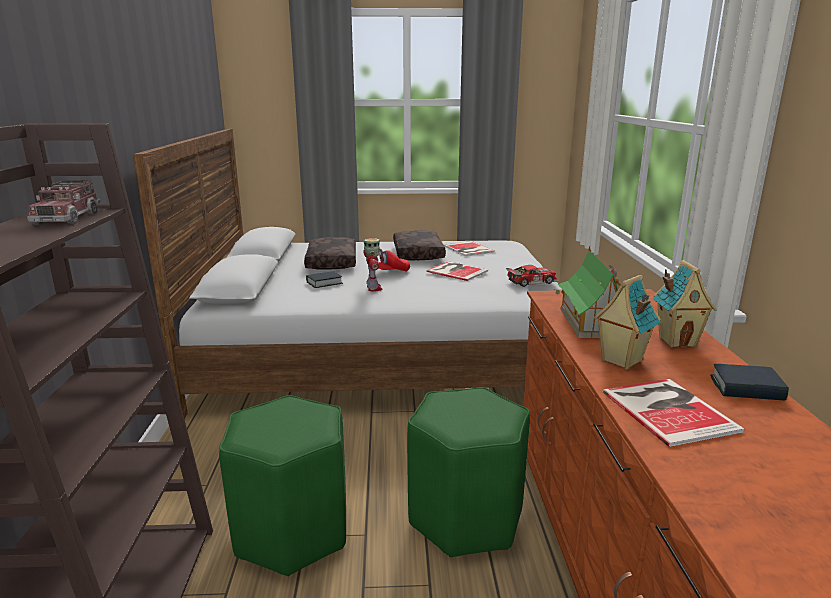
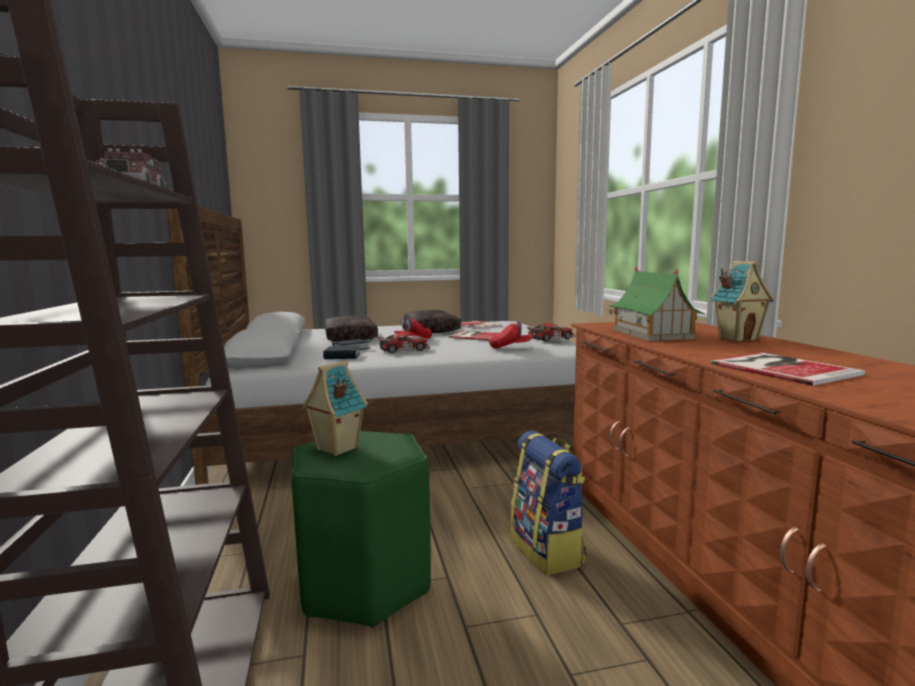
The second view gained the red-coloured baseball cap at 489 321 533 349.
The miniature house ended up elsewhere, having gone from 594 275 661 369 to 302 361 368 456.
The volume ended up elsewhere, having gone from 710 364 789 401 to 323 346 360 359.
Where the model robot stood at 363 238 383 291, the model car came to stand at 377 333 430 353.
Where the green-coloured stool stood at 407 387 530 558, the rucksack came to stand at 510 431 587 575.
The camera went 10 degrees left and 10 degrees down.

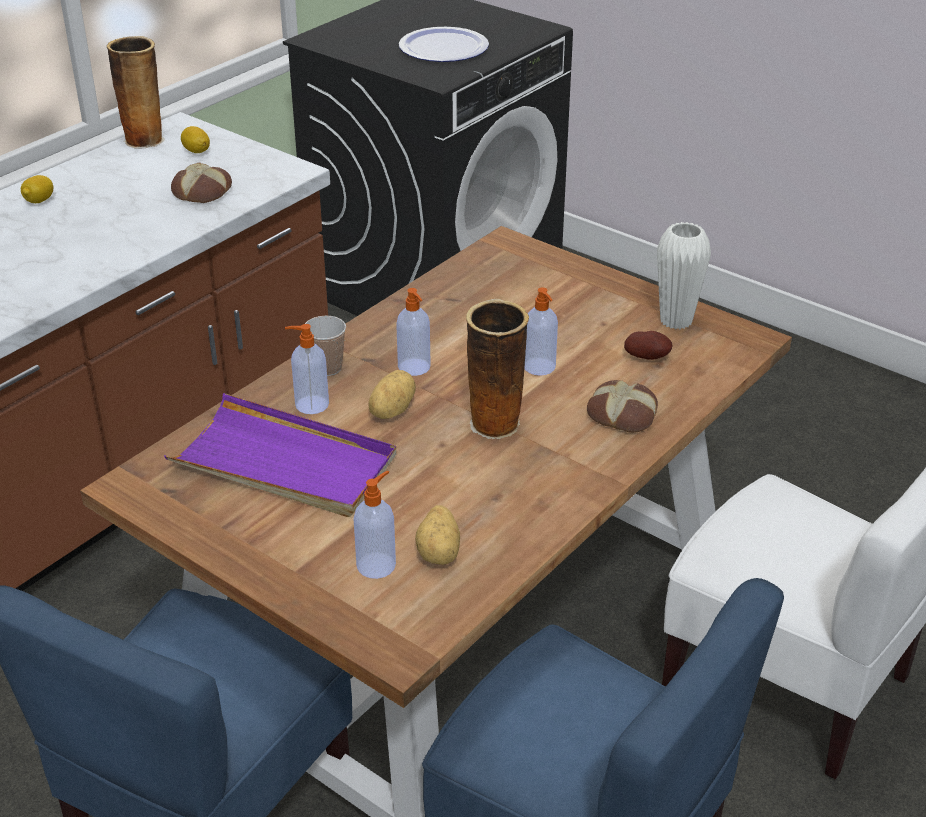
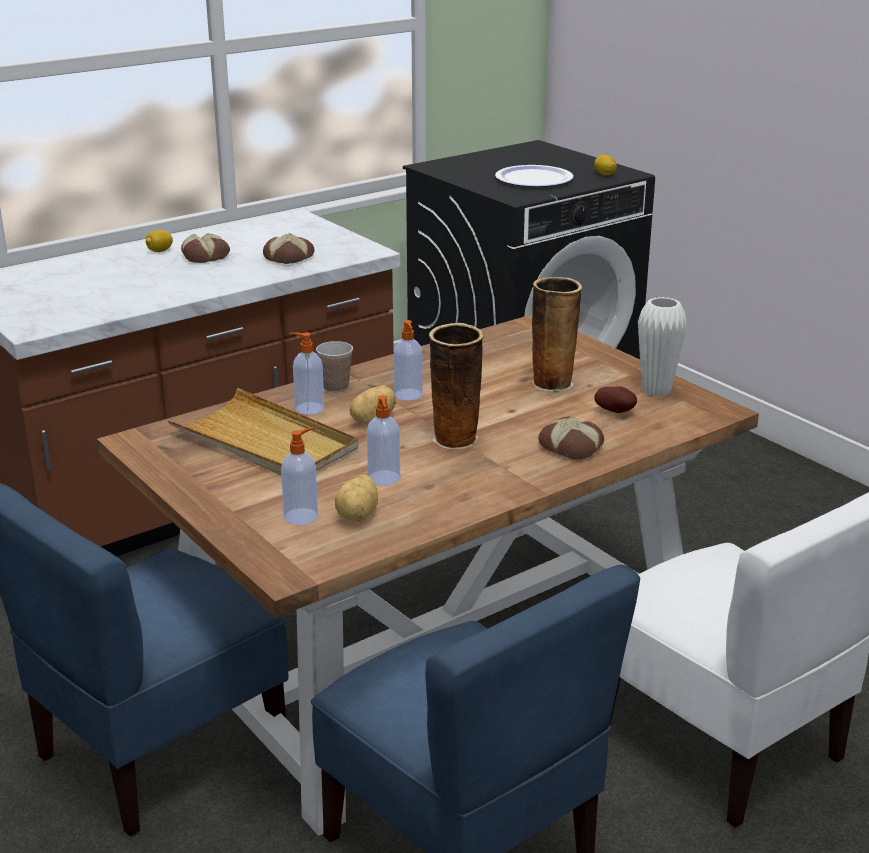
The second view gained the baked bread at 181 234 230 263.
The decorative vase ended up elsewhere, having gone from 107 36 165 149 to 532 277 582 392.
The whole lemon ended up elsewhere, having gone from 181 126 210 153 to 594 155 617 175.
The soap dispenser ended up elsewhere, having gone from 525 287 558 376 to 367 395 400 485.
What was the purplish tray at 164 393 397 517 turned into the sand-coloured tray at 167 388 359 476.
The camera went 15 degrees right and 10 degrees down.

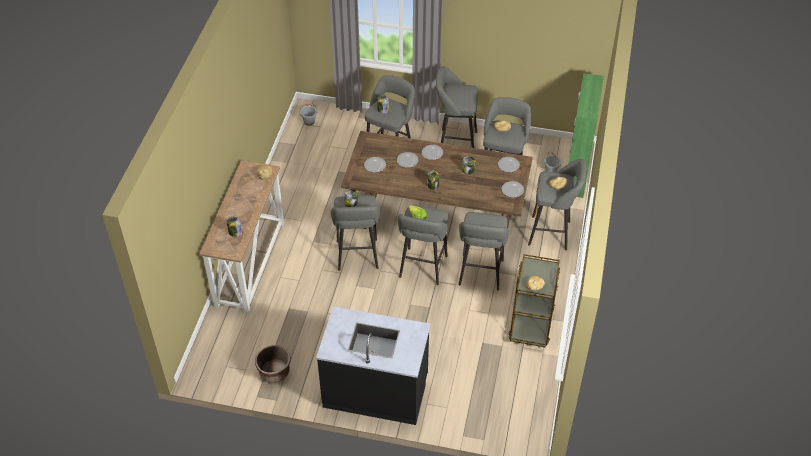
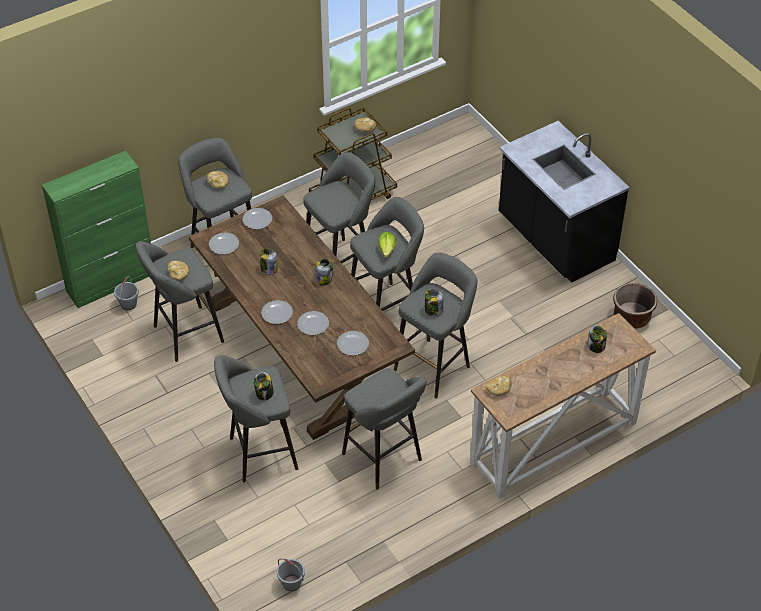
The greyish stool ended up elsewhere, having gone from 436 66 478 148 to 342 368 427 489.
The camera went 135 degrees left and 0 degrees up.

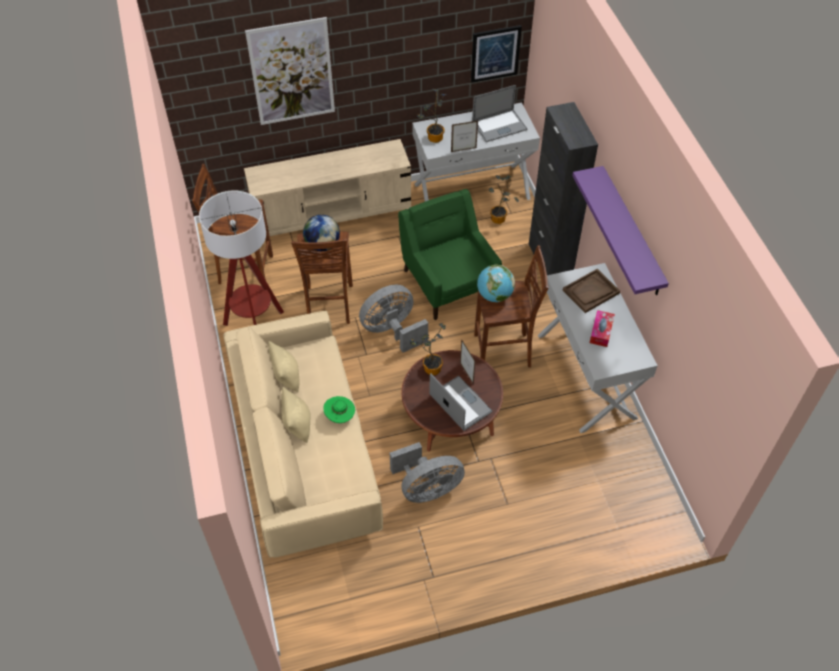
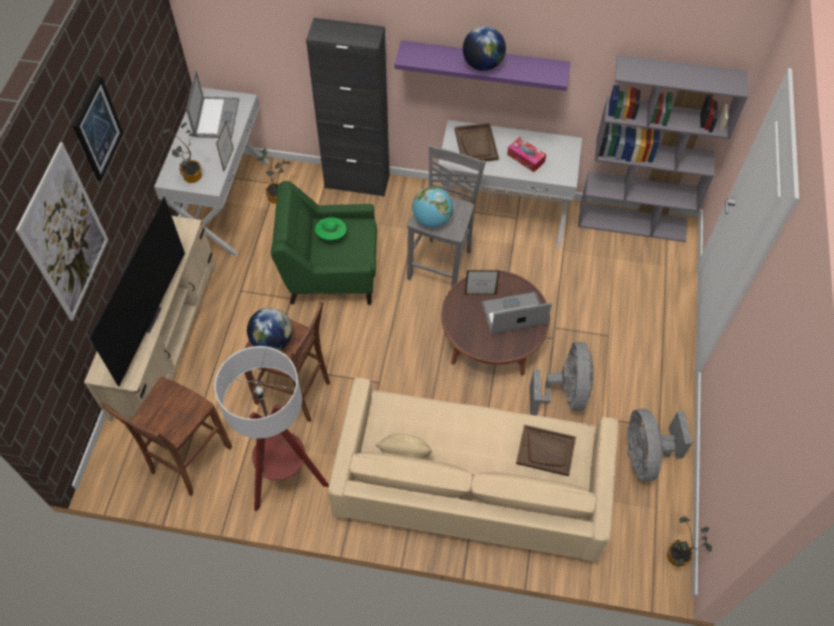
The second view lost the sand-coloured throw pillow at 281 387 310 443.
The second view gained the TV at 89 197 185 386.
The second view gained the desk globe at 463 26 506 71.
The second view gained the brown tray at 516 425 576 476.
The second view gained the greyish shelving unit at 578 55 748 242.
The green-coloured hat ended up elsewhere, having gone from 323 396 355 423 to 315 217 347 241.
The greyish fan ended up elsewhere, having gone from 359 285 428 353 to 627 409 692 481.
The plant in a pot ended up elsewhere, having gone from 410 323 446 375 to 667 516 712 567.
The wall art ended up elsewhere, having gone from 471 25 522 83 to 73 76 123 181.
What was the brown stool at 474 245 549 368 turned into the greyish stool at 407 145 486 288.
The camera went 65 degrees left and 5 degrees up.

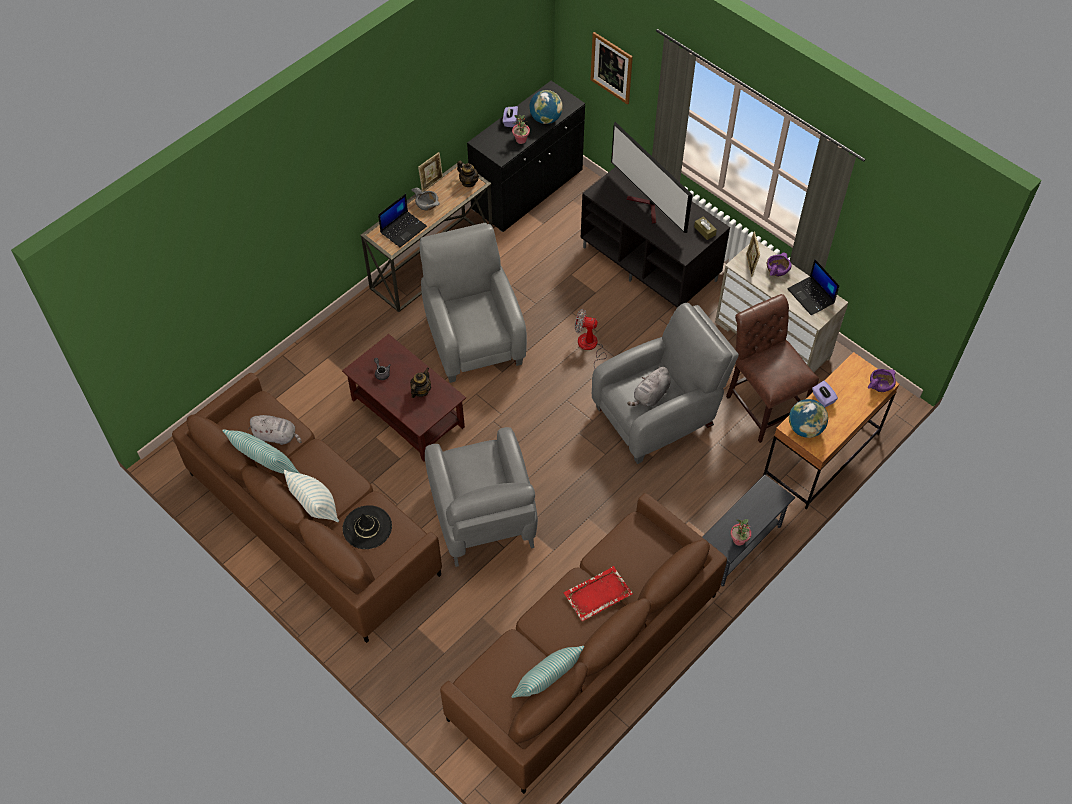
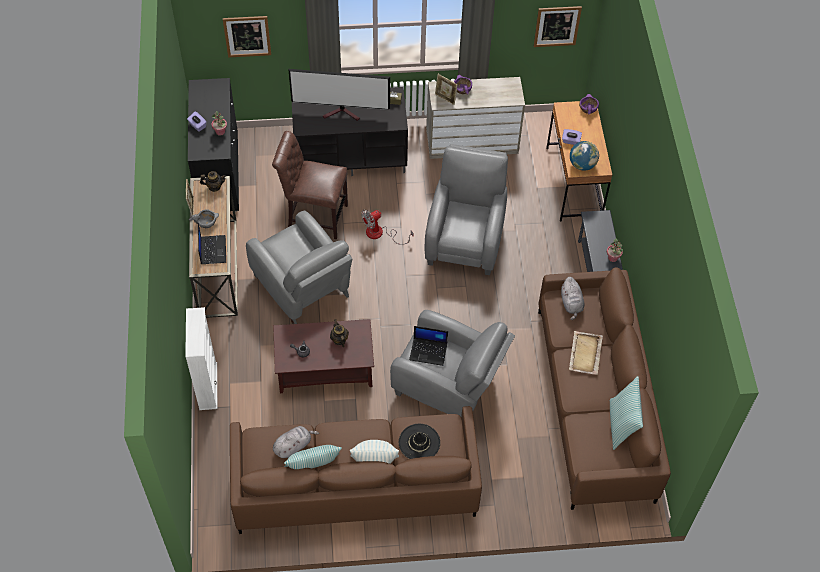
The second view lost the desk globe at 529 90 563 124.
The second view gained the white shelving unit at 185 307 217 410.
The second view gained the wall art at 534 6 582 47.
The greyish cuddly toy ended up elsewhere, having gone from 627 366 670 407 to 561 277 584 320.
The brown plain chair ended up elsewhere, having gone from 726 294 819 443 to 272 131 348 239.
The portable computer ended up elsewhere, having gone from 787 259 840 315 to 409 326 448 366.
What was the red-coloured tray at 564 566 633 621 turned into the sand-coloured tray at 569 331 603 375.
The greyish armchair at 420 223 527 383 ended up facing another way, 150 degrees counterclockwise from before.
The camera went 50 degrees left and 0 degrees up.

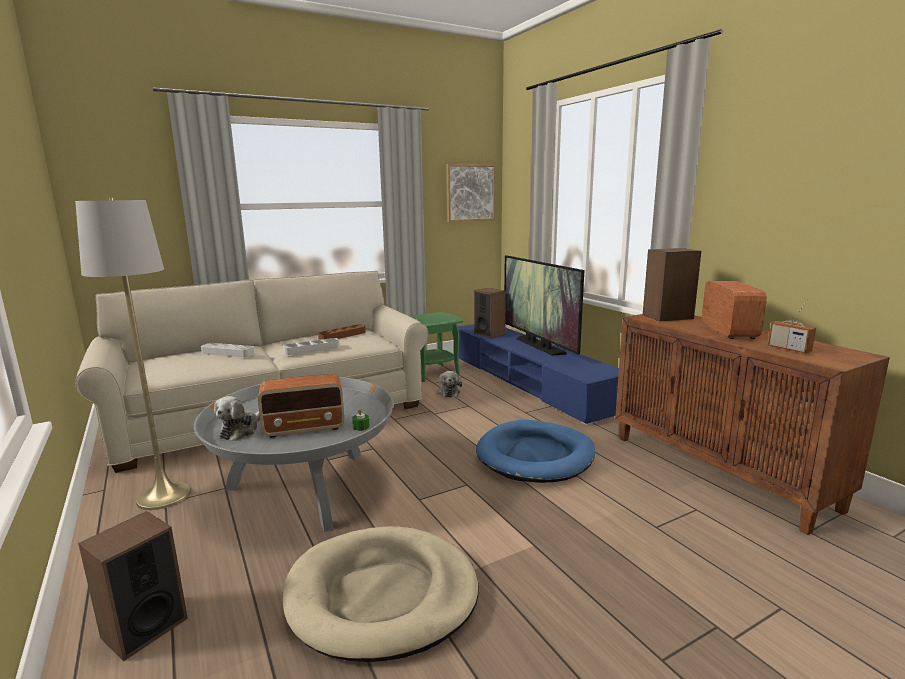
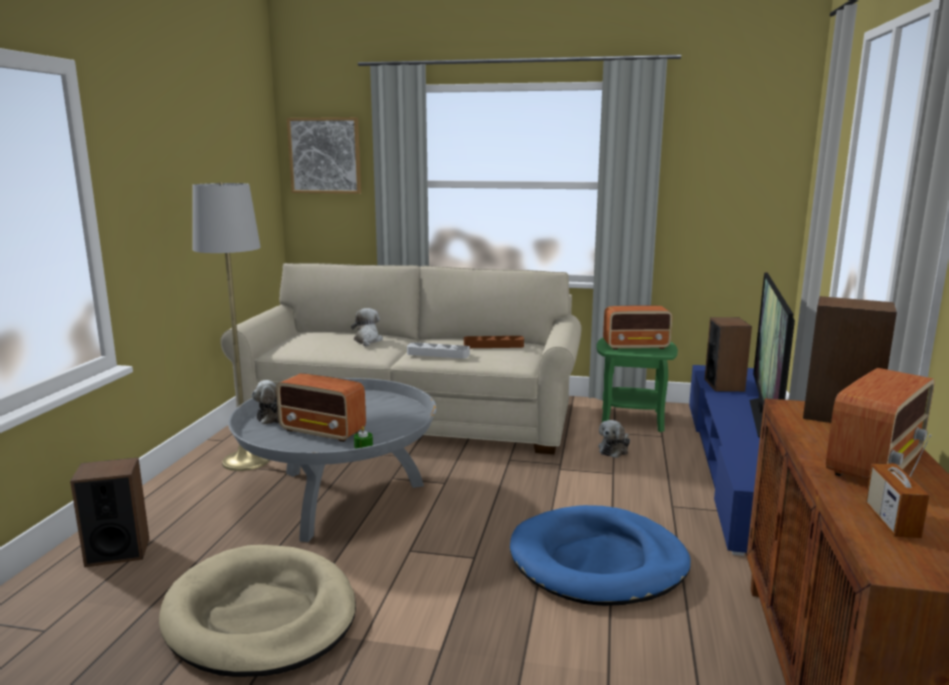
The second view gained the radio set at 603 305 672 350.
The wall art ended up elsewhere, having gone from 446 164 496 222 to 287 117 361 194.
Where the greyish tray stood at 201 343 255 357, the cuddly toy came to stand at 351 308 383 346.
The camera went 40 degrees right and 0 degrees up.

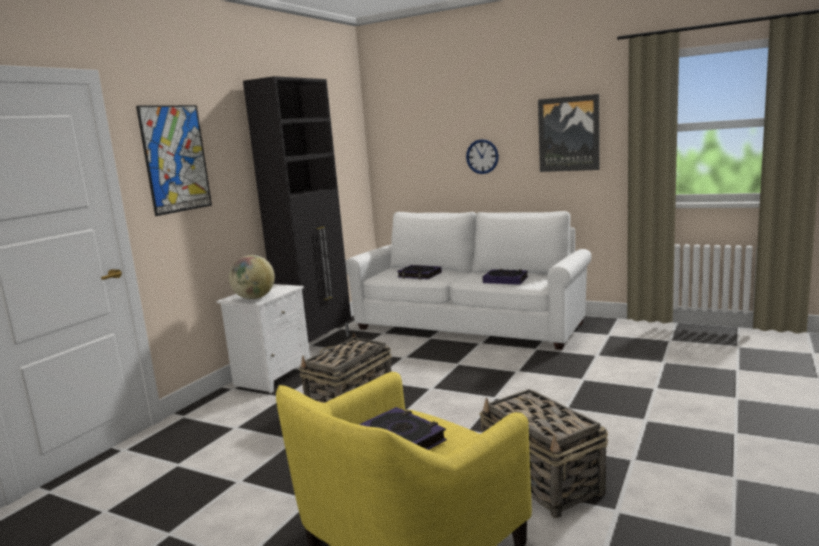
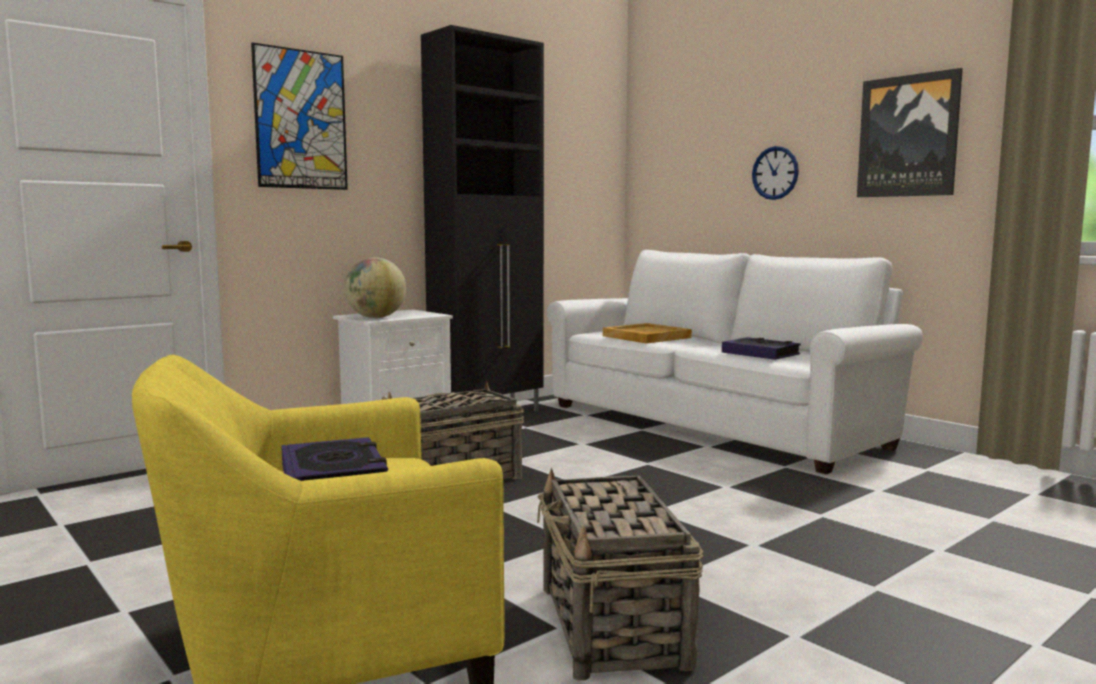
Where the volume stood at 397 265 442 280, the sand-coloured tray came to stand at 603 323 692 344.
The camera went 20 degrees right and 5 degrees down.

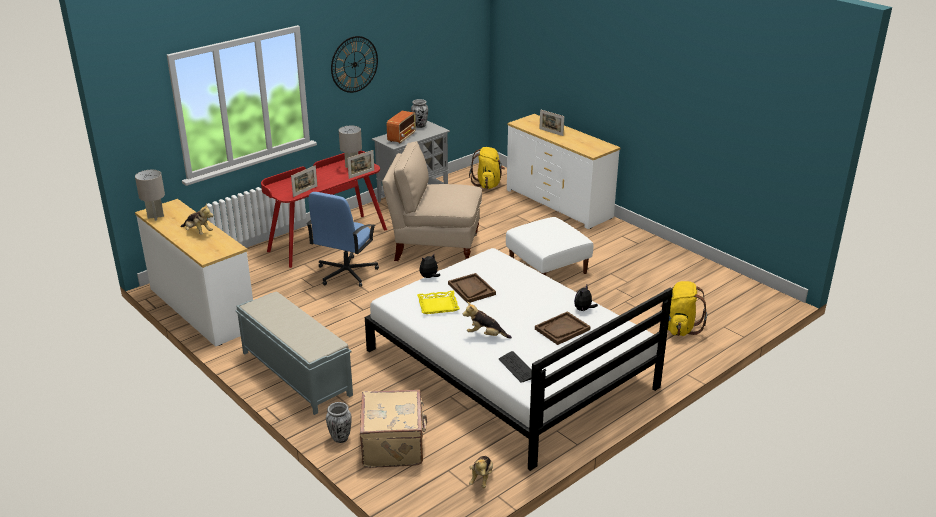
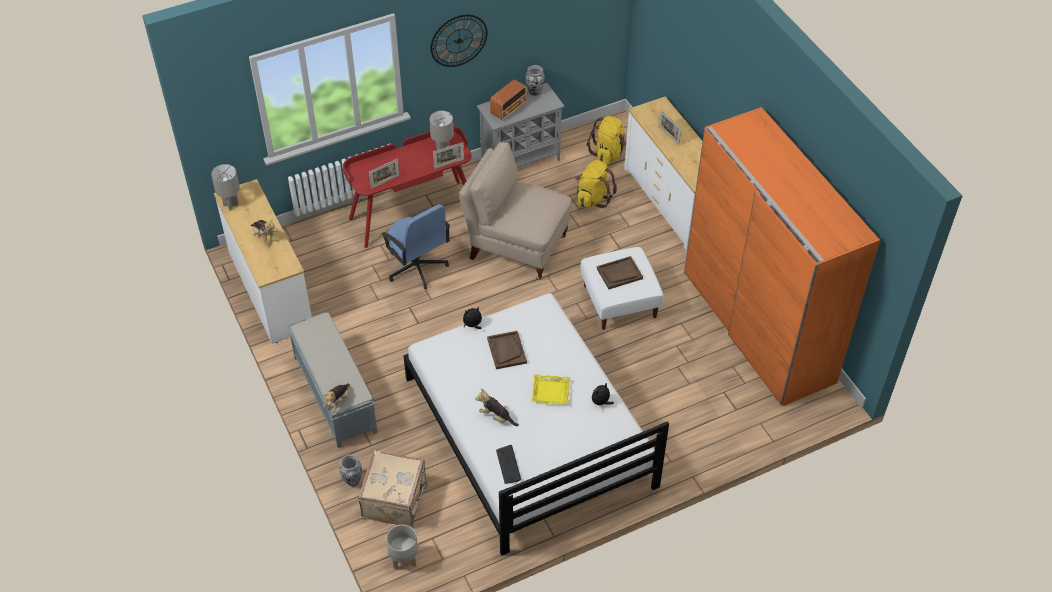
The second view gained the greyish flower pot at 386 525 418 570.
The second view gained the orangey wardrobe at 684 107 880 406.
The yellow tray ended up elsewhere, having gone from 417 291 460 314 to 531 375 570 404.
The cuddly toy ended up elsewhere, having gone from 469 456 493 488 to 323 383 350 413.
The brown tray ended up elsewhere, having gone from 535 311 591 345 to 597 256 643 289.
The yellow rucksack ended up elsewhere, having gone from 661 281 707 336 to 577 160 617 208.
The blue computer chair at 306 192 379 287 ended up facing another way, 75 degrees counterclockwise from before.
The camera went 15 degrees right and 20 degrees up.

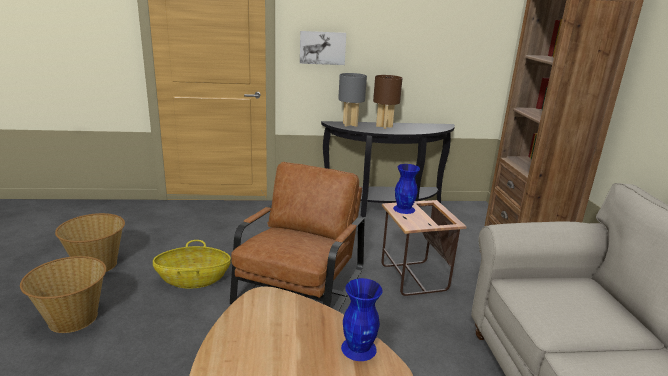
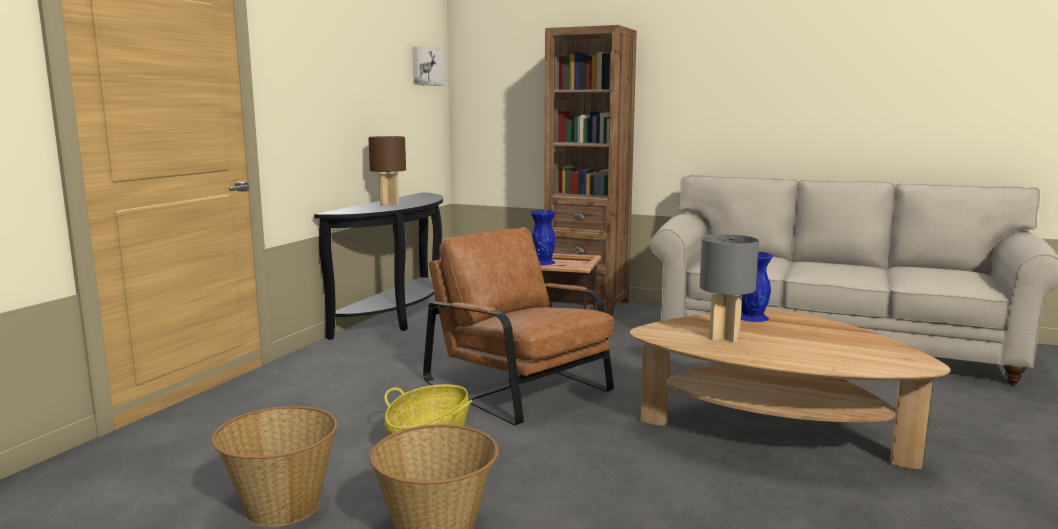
The wall art ended up elsewhere, having gone from 300 31 346 65 to 412 47 445 86.
The greyish tabletop lamp ended up elsewhere, having gone from 338 73 367 127 to 700 234 759 343.
The camera went 60 degrees left and 10 degrees down.

